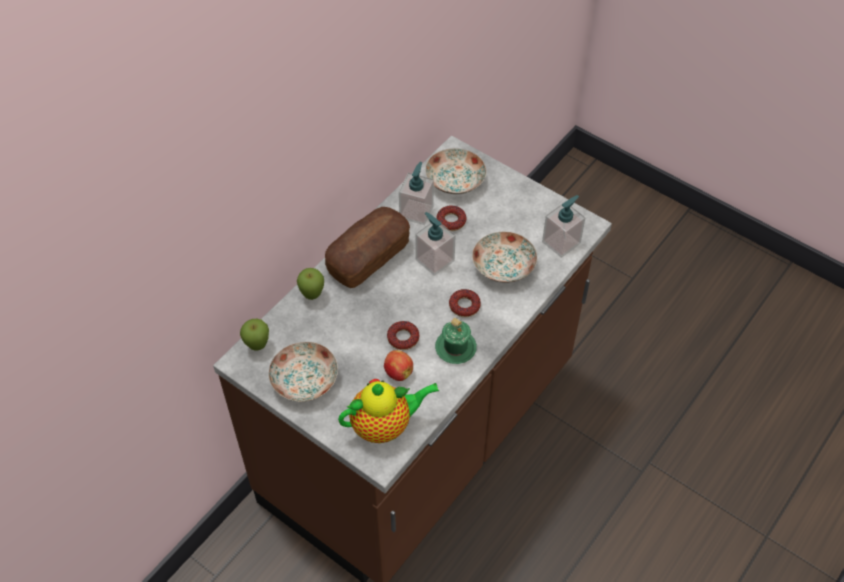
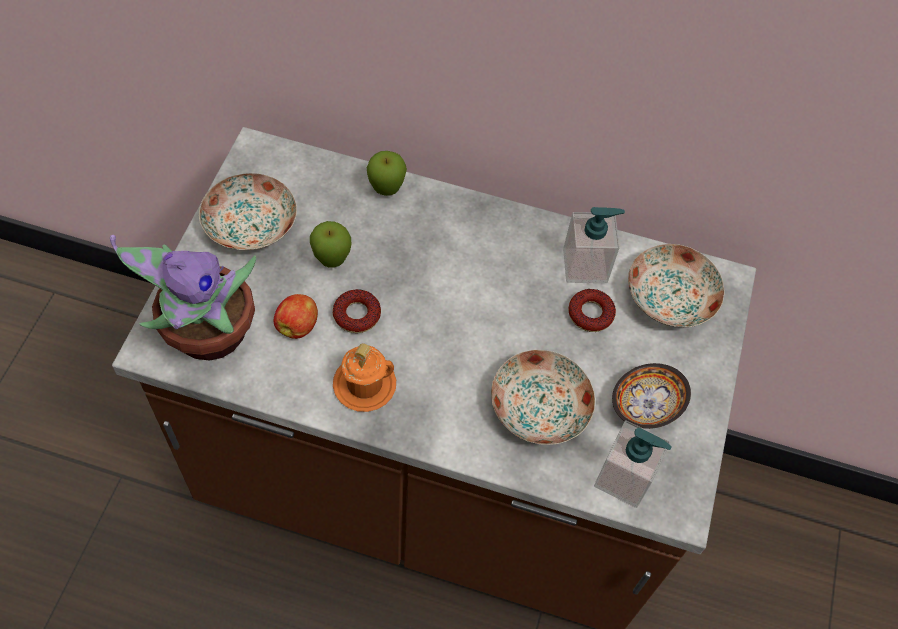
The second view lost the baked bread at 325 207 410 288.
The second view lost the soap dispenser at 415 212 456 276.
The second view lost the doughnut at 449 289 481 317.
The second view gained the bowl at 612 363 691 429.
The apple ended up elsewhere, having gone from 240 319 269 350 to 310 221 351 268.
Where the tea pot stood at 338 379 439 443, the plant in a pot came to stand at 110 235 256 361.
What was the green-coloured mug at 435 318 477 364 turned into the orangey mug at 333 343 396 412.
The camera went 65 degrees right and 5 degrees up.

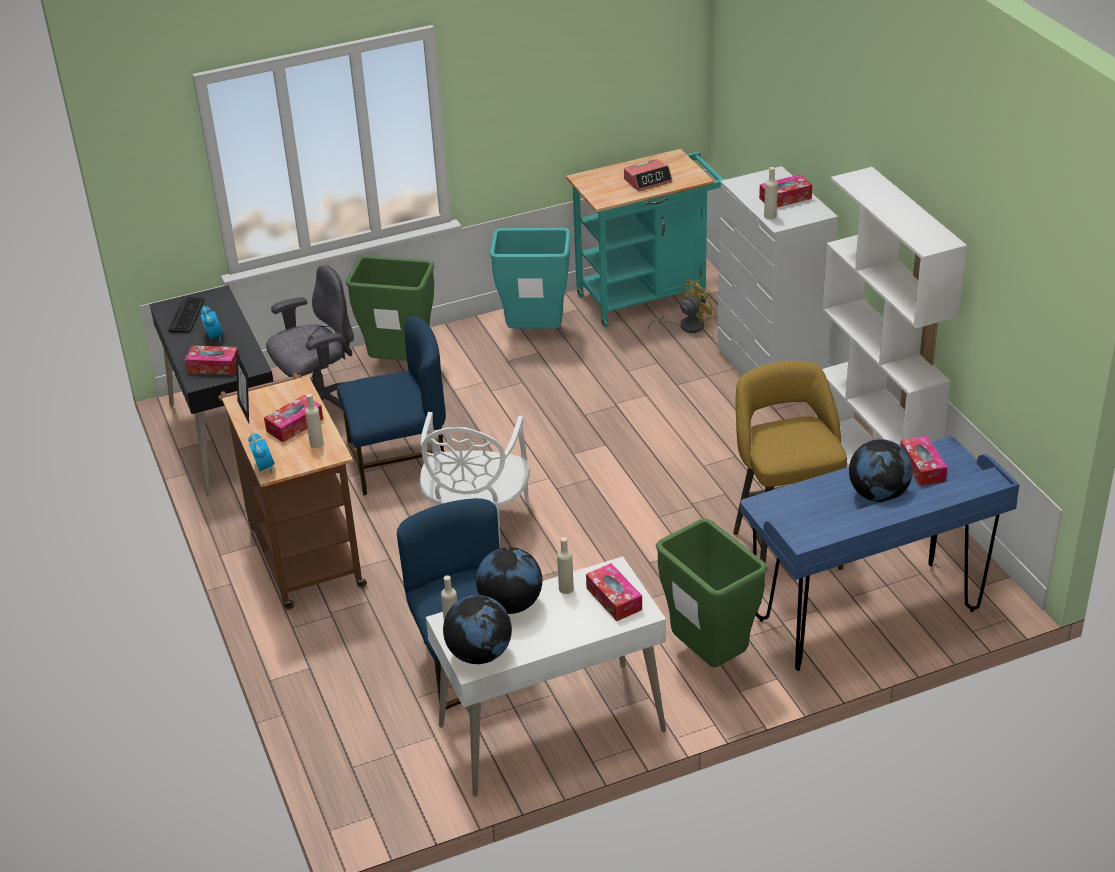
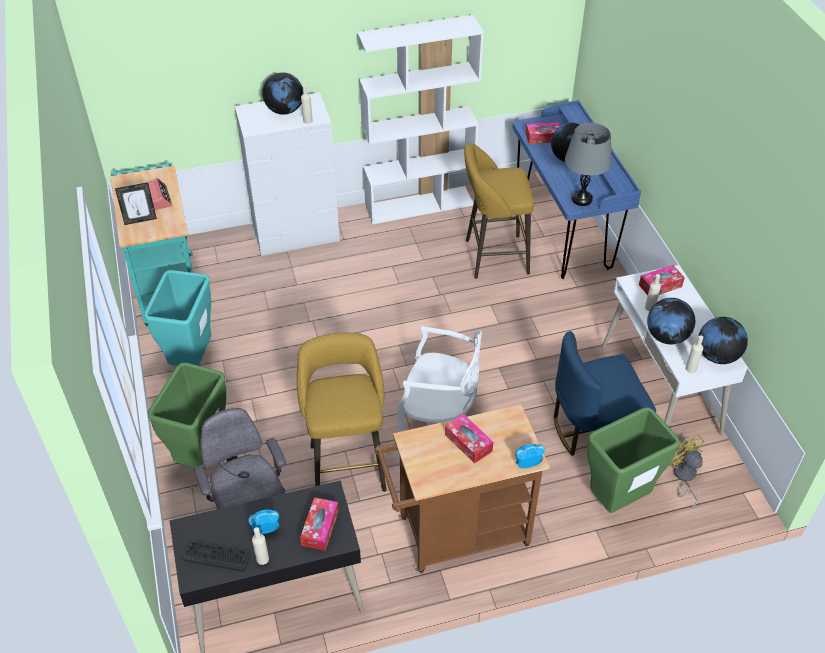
The second view gained the greyish tabletop lamp at 565 123 612 206.
The standing frame ended up elsewhere, having gone from 236 352 249 423 to 115 182 157 225.
The sand-coloured bottle ended up elsewhere, having gone from 305 394 324 448 to 252 527 269 565.
The yellow fan ended up elsewhere, having gone from 648 280 716 333 to 669 435 705 508.
The green-coloured waste bin ended up elsewhere, having gone from 656 518 767 667 to 588 407 680 513.
Where the blue plain chair stood at 337 316 446 495, the yellow stool came to stand at 297 333 386 492.
Where the box of tissues stood at 759 174 812 207, the desk globe came to stand at 262 72 303 115.
The camera went 85 degrees left and 10 degrees up.

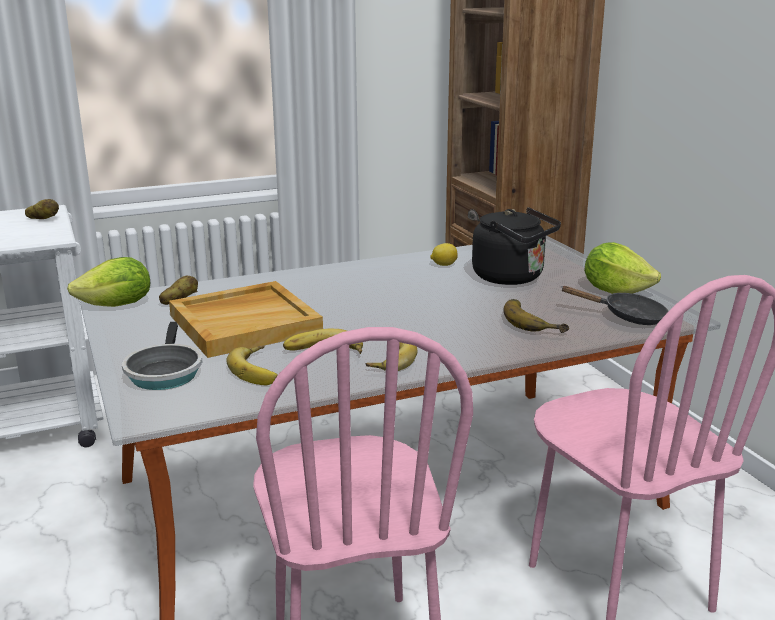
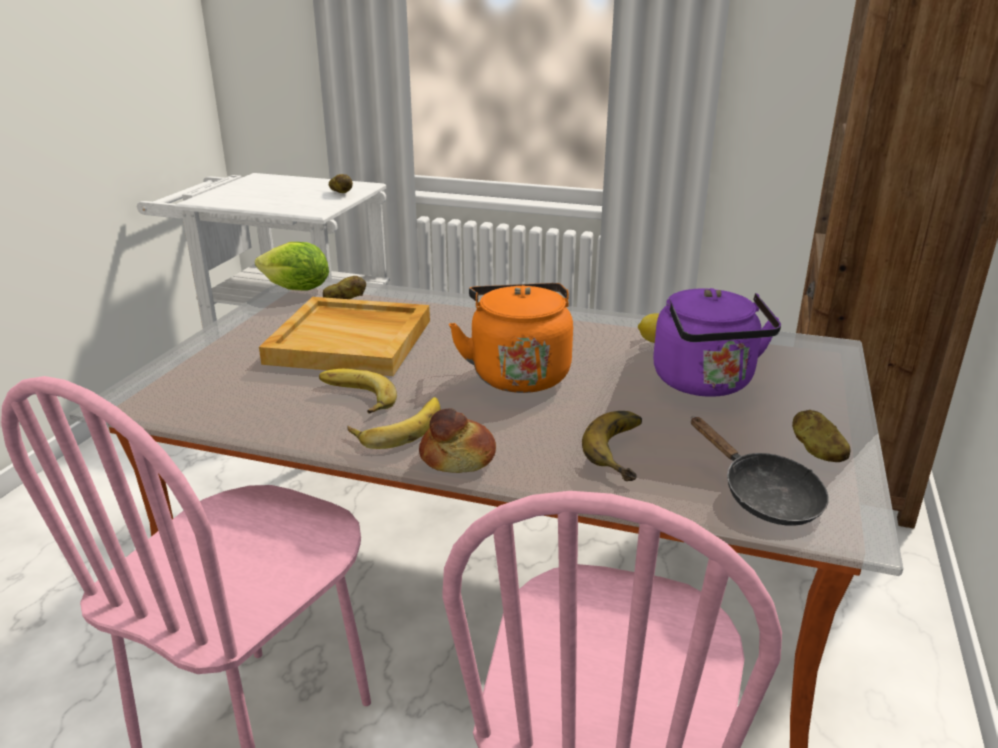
The second view lost the frying pan at 122 322 202 390.
The second view lost the banana at 226 345 278 385.
The second view gained the baked bread at 419 408 496 473.
The second view gained the orangey kettle at 449 283 573 393.
Where the lettuce stood at 584 242 661 294, the whole potato came to stand at 792 410 850 462.
What was the blackish kettle at 472 207 561 285 turned into the purplish kettle at 653 288 781 397.
The camera went 40 degrees right and 5 degrees up.

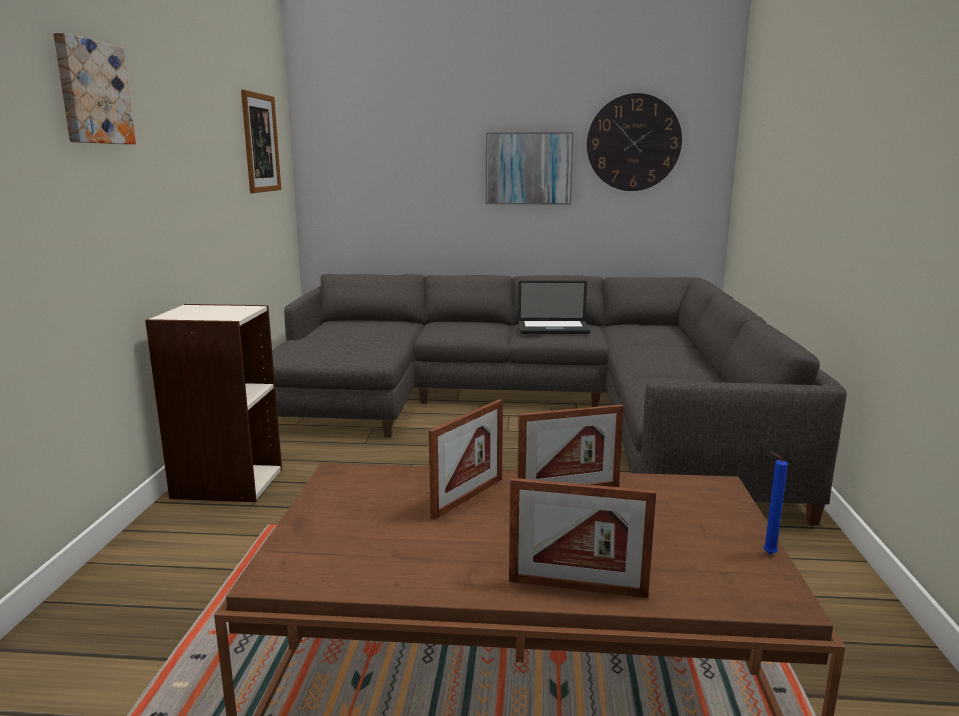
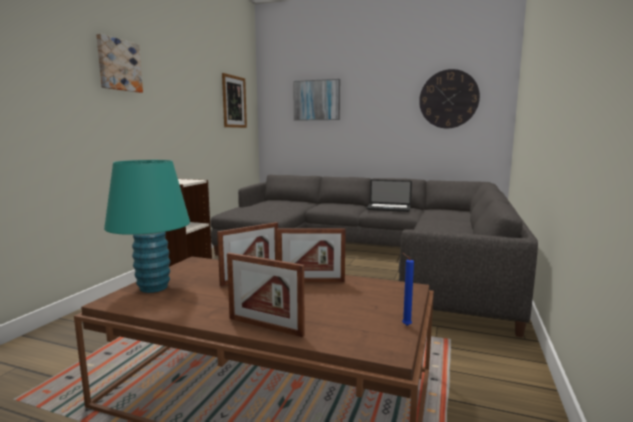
The second view gained the blue-green tabletop lamp at 104 160 190 293.
The wall art ended up elsewhere, having gone from 486 132 573 205 to 293 79 340 121.
The camera went 15 degrees right and 5 degrees down.

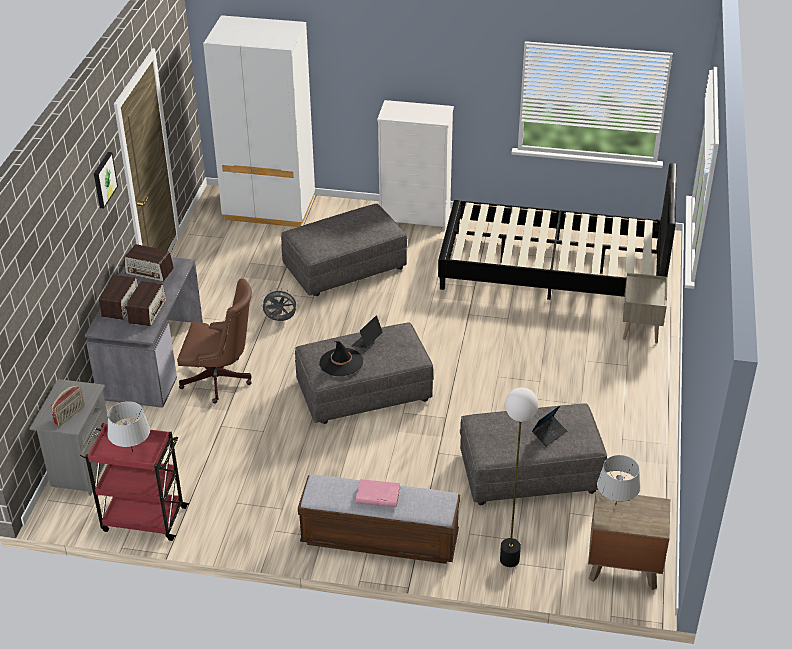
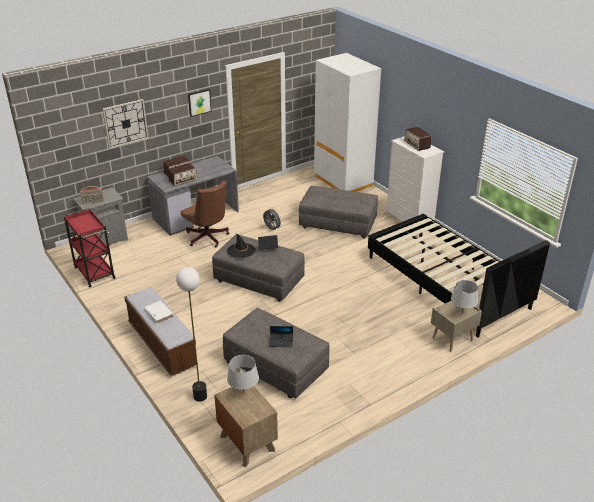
The second view gained the hanging clock at 103 99 149 149.
The greyish tabletop lamp ended up elsewhere, having gone from 108 401 150 452 to 451 280 478 314.
The radio set ended up elsewhere, having gone from 124 244 174 282 to 404 127 431 151.
What was the pink volume at 355 479 400 507 turned into the white volume at 144 301 173 323.
The camera went 45 degrees right and 5 degrees down.

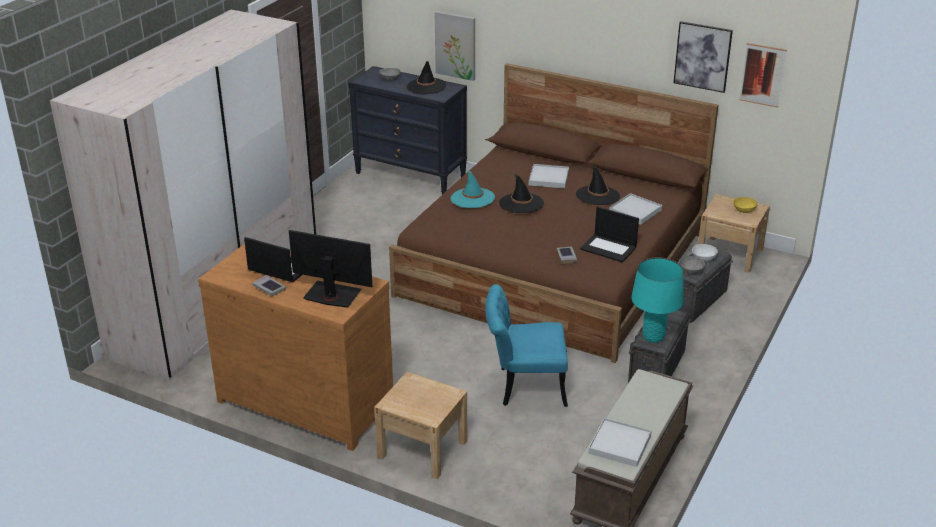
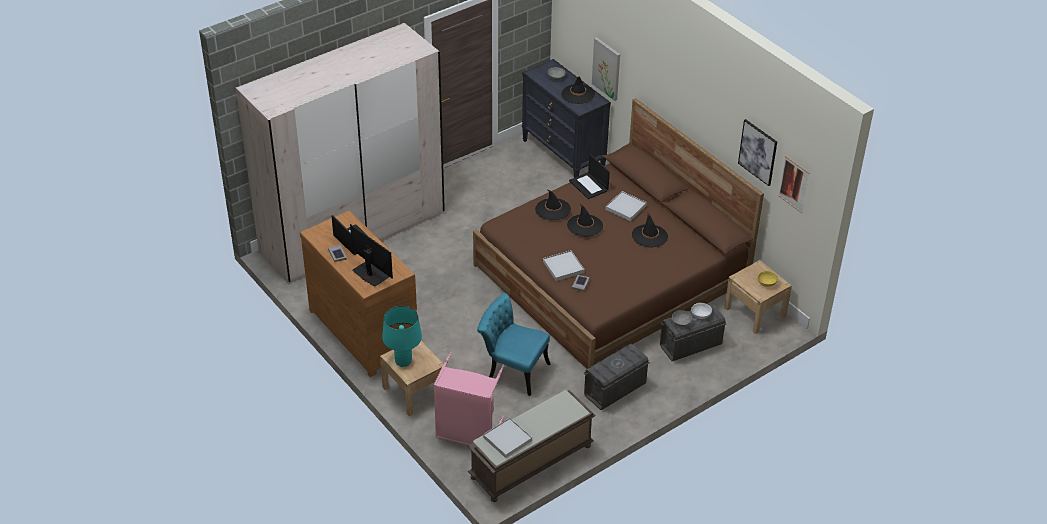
The second view gained the pink washing basket at 434 352 504 445.
The portable computer ended up elsewhere, having gone from 580 206 639 262 to 569 154 610 199.
The white tray ended up elsewhere, having gone from 609 193 662 225 to 543 250 585 281.
The blue-green tabletop lamp ended up elsewhere, having gone from 631 258 684 343 to 382 306 422 367.
What was the blue-green hat at 451 171 495 208 turned into the blackish hat at 535 190 571 220.
The camera went 25 degrees right and 10 degrees up.

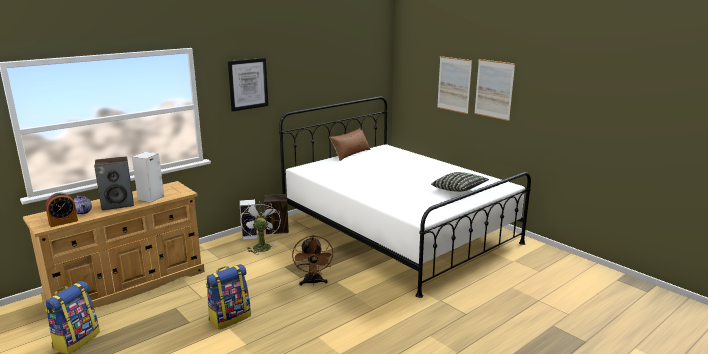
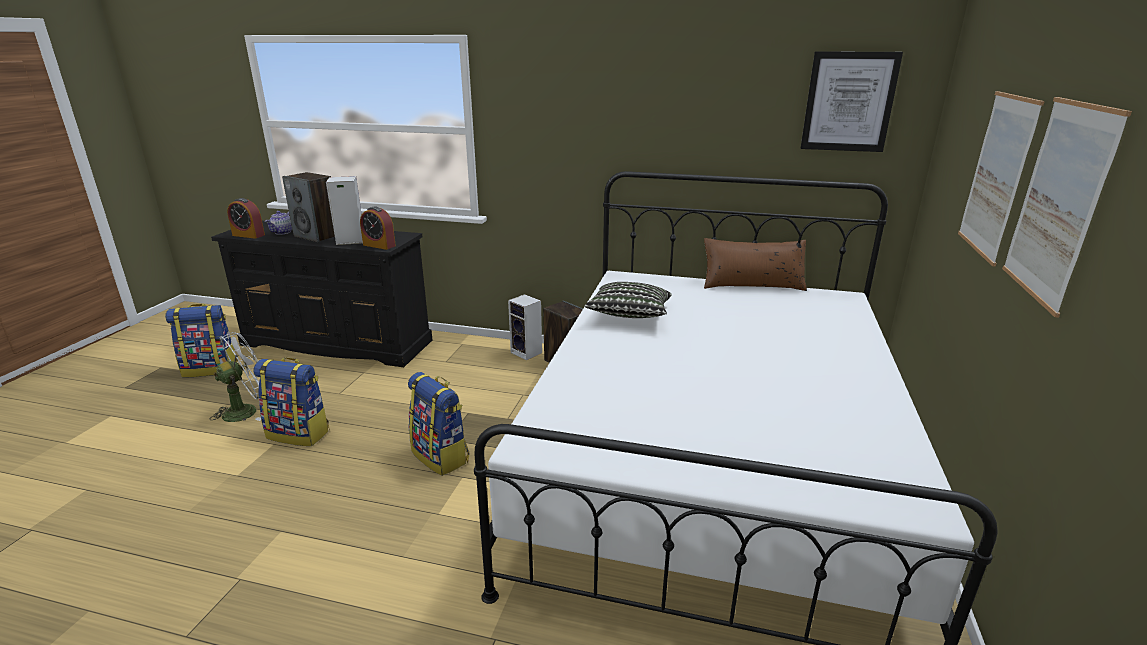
The second view gained the alarm clock at 360 206 396 250.
The wall art ended up elsewhere, having gone from 228 58 268 112 to 801 51 903 152.
The white fan ended up elsewhere, having gone from 240 201 281 255 to 210 332 261 422.
The throw pillow ended up elsewhere, having gone from 431 172 489 192 to 585 282 672 318.
Where the brown fan stood at 292 235 334 286, the rucksack came to stand at 408 372 469 476.
What was the sand-coloured dresser at 23 181 205 308 turned into the blackish dresser at 211 221 432 367.
The camera went 55 degrees right and 5 degrees up.

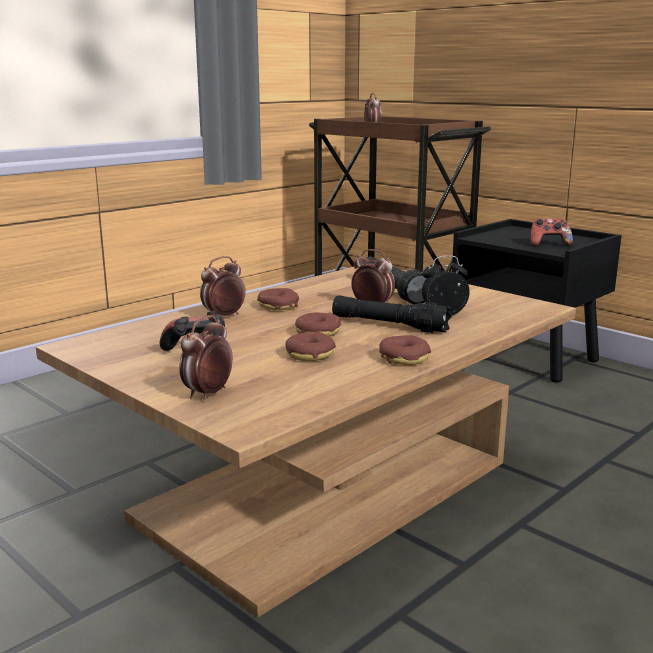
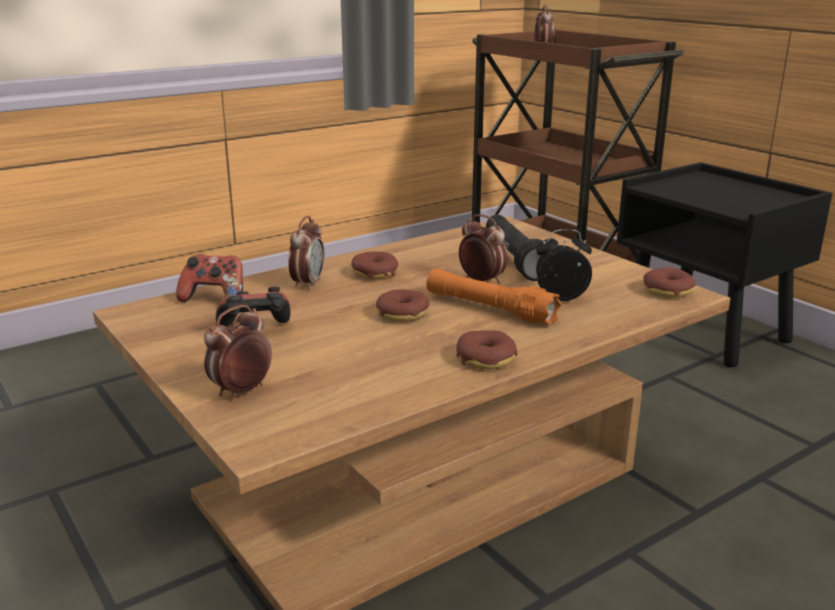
The doughnut ended up elsewhere, having gone from 285 332 336 361 to 643 267 696 298.
The joypad ended up elsewhere, having gone from 531 218 573 246 to 176 254 243 302.
What was the blackish torch at 332 296 452 333 turned into the orangey torch at 426 269 562 325.
The alarm clock at 200 256 246 316 ended up facing another way, 135 degrees clockwise from before.
The camera went 10 degrees right and 5 degrees up.

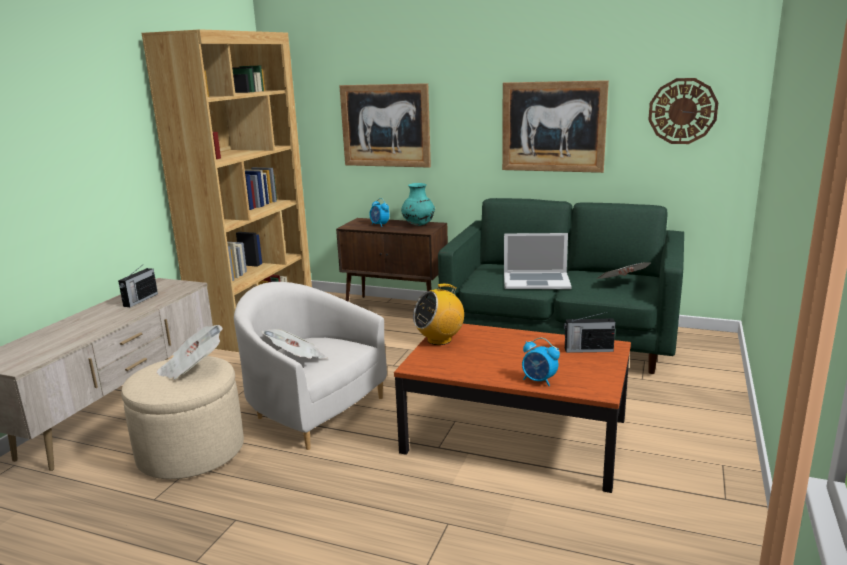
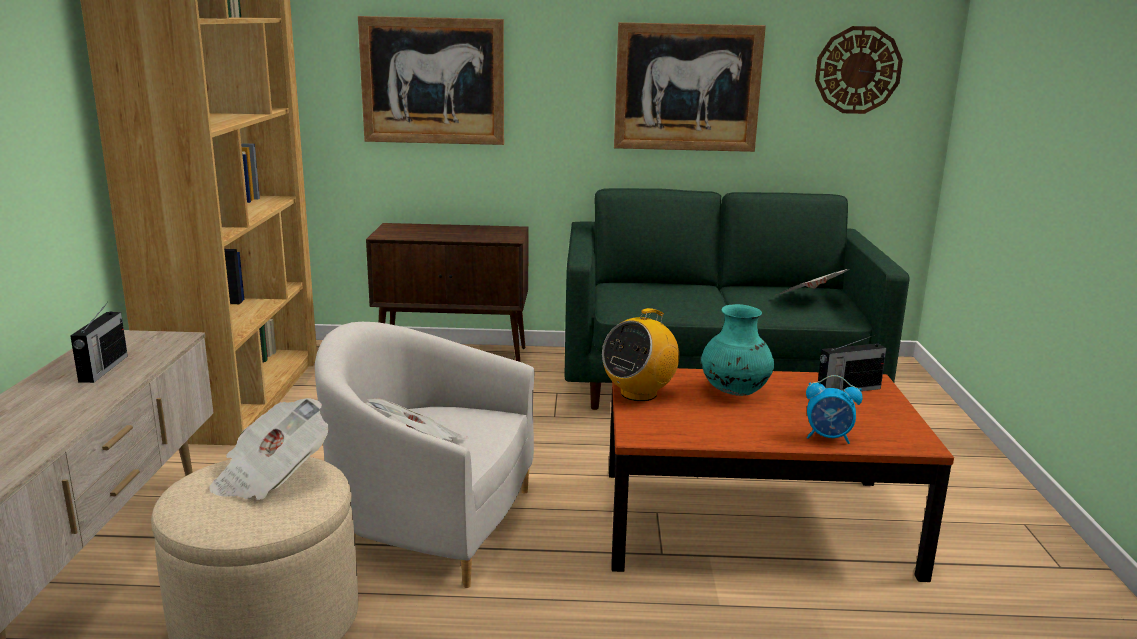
The second view lost the alarm clock at 370 198 389 227.
The second view lost the portable computer at 504 233 572 289.
The blue-green decorative vase ended up elsewhere, having gone from 401 183 435 226 to 701 304 774 396.
The camera went 20 degrees left and 0 degrees up.

